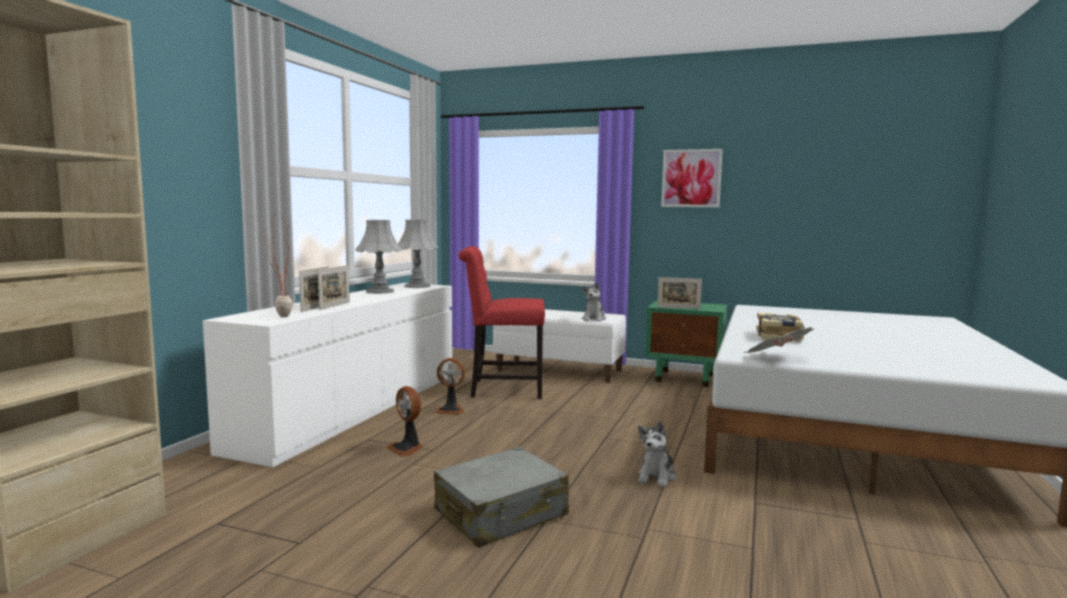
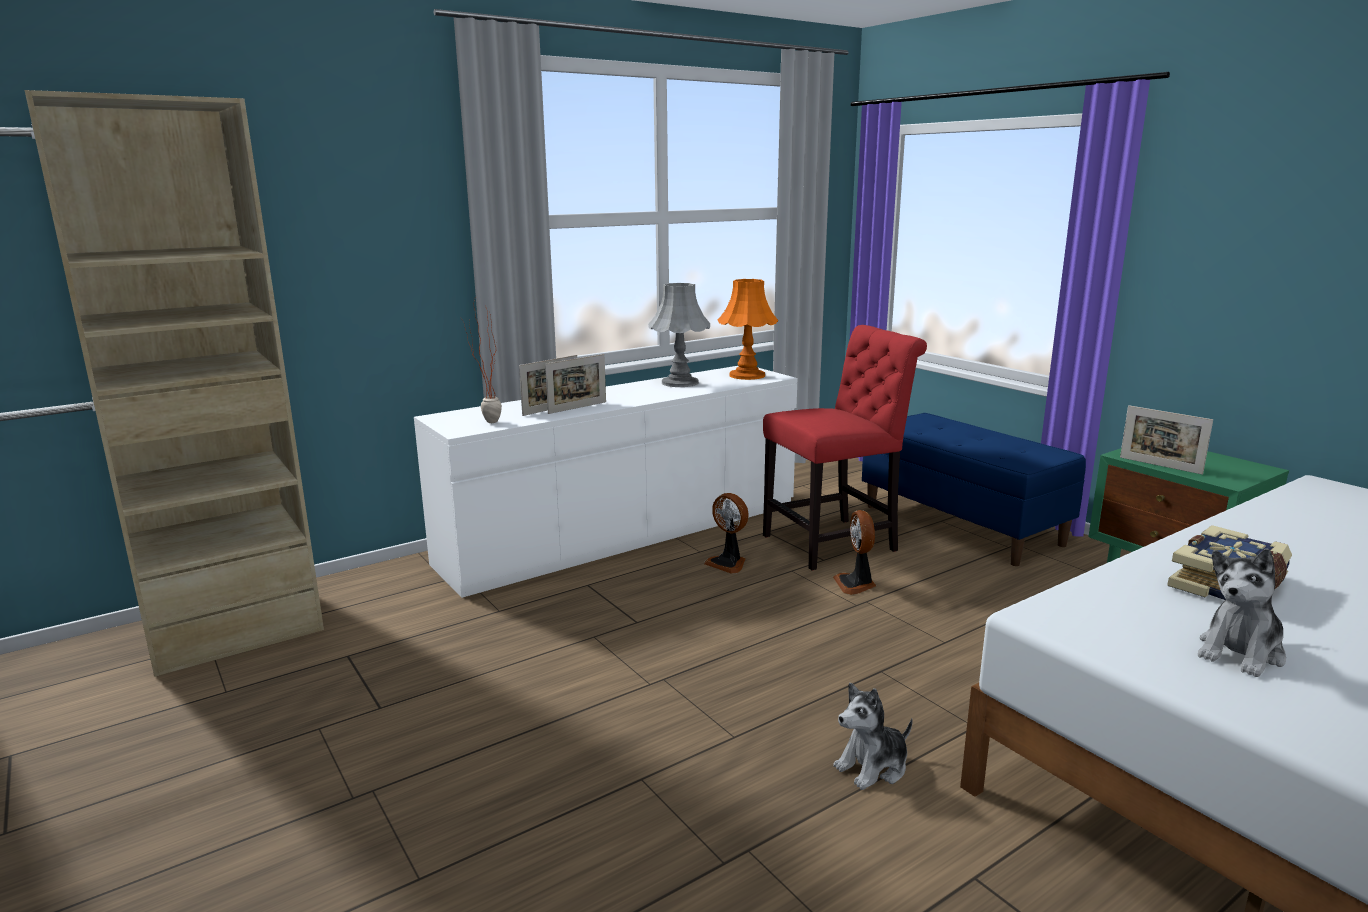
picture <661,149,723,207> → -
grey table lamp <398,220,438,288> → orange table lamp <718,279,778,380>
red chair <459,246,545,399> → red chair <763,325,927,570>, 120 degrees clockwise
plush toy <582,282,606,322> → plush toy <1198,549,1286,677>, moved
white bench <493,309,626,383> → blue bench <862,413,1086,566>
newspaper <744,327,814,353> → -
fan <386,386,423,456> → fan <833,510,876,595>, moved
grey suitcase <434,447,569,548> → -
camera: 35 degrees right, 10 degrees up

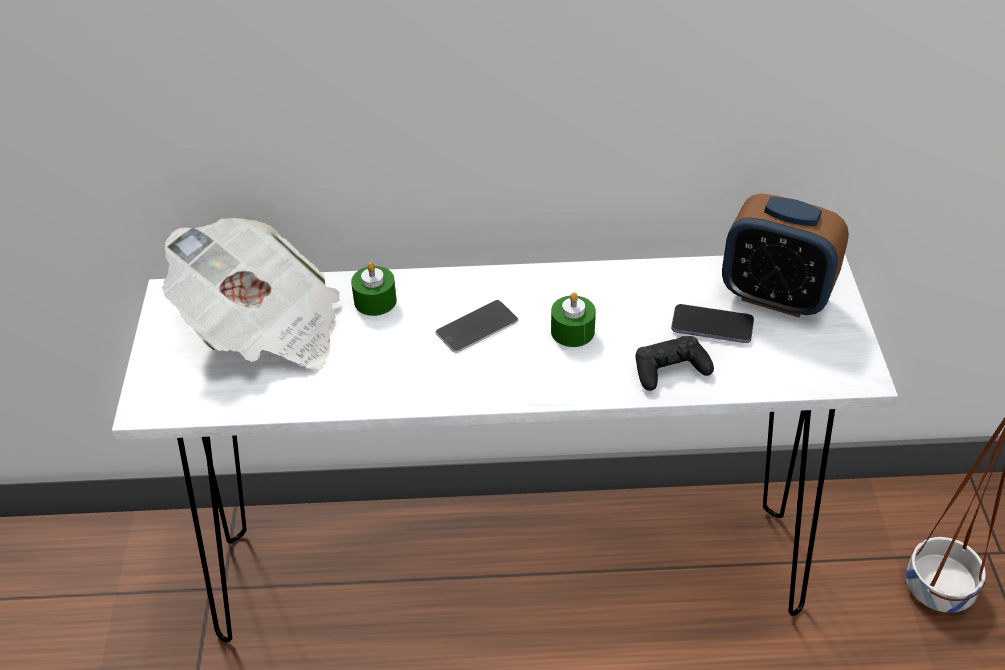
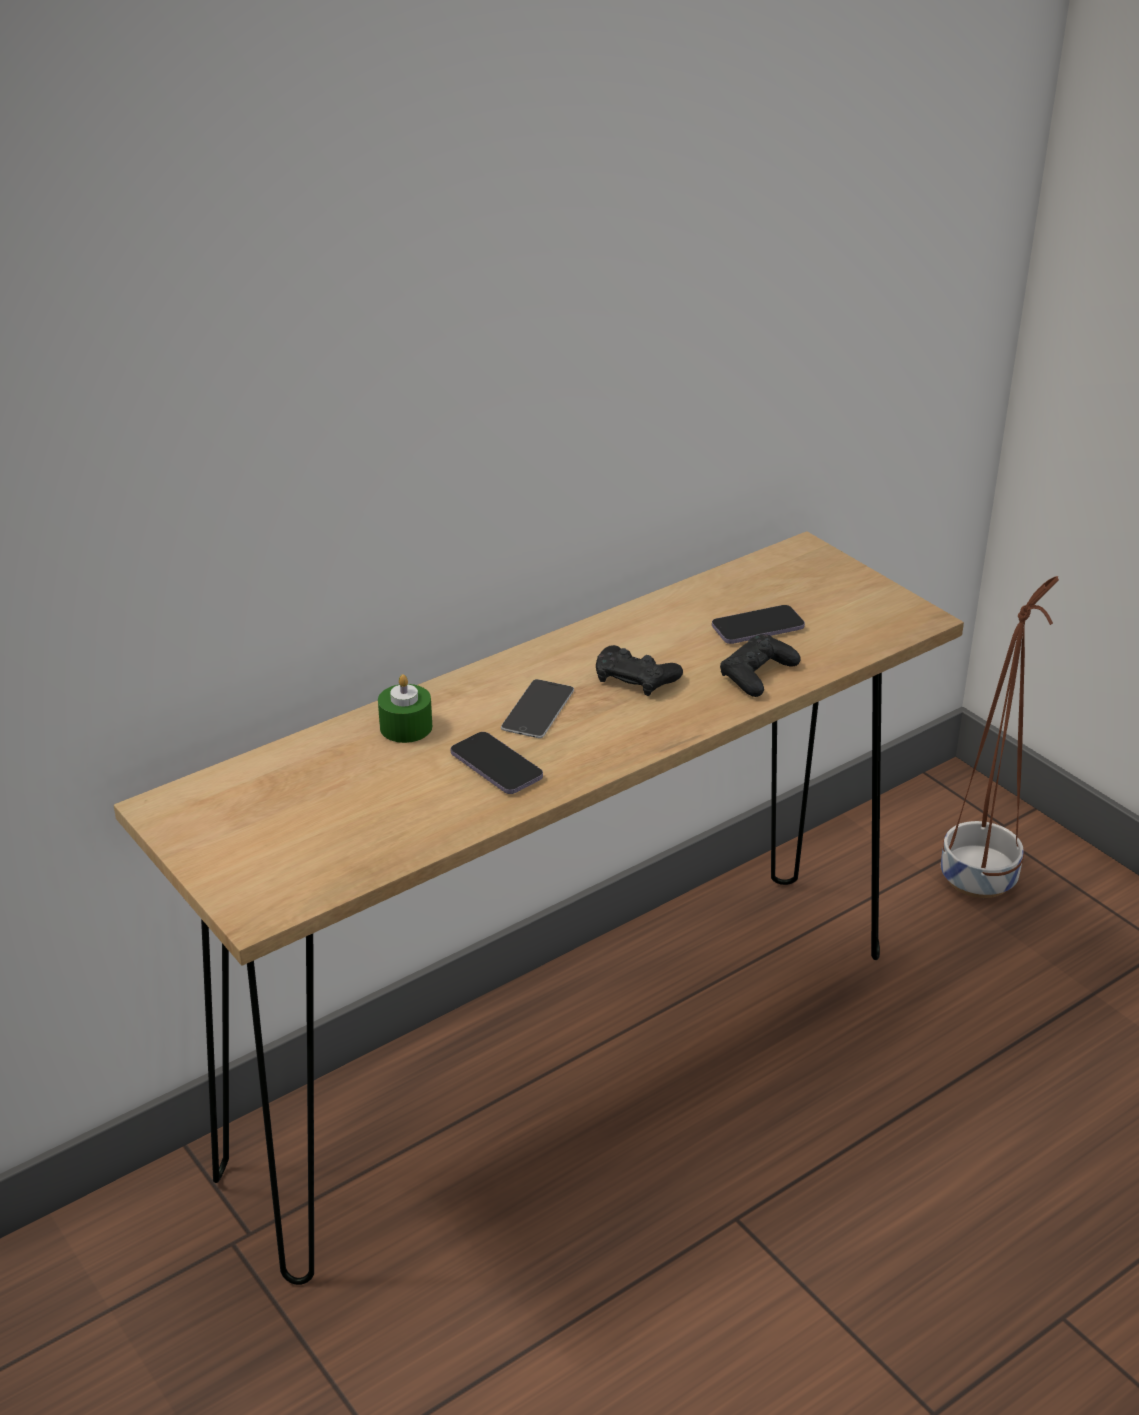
alarm clock <722,193,849,317> → -
newspaper <162,218,340,368> → -
white console table <112,255,898,642> → brown console table <114,531,964,1285>
green candle <551,292,596,347> → black game controller <596,645,683,696>
- → phone <451,732,543,794>
camera: 35 degrees left, 10 degrees down

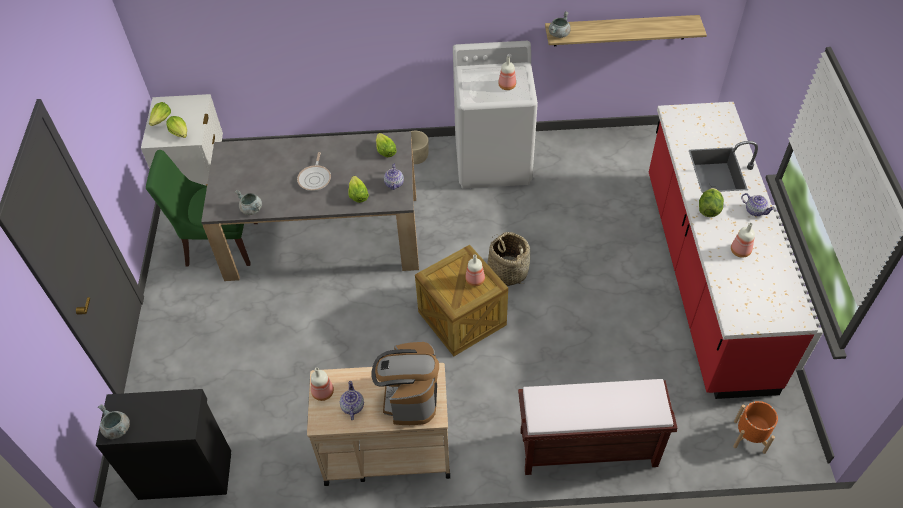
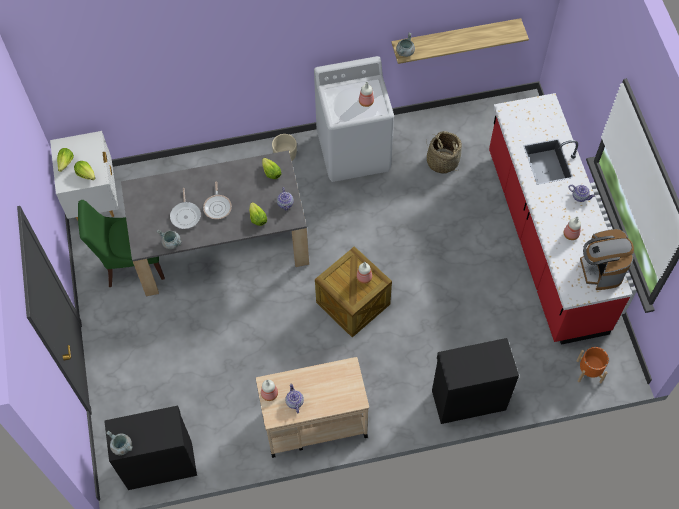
lettuce <699,188,724,217> → -
basket <487,232,530,286> → basket <427,131,462,174>, moved
coffee machine <372,342,439,425> → coffee machine <580,229,634,290>, moved
brown bench <518,379,678,475> → black cabinet <432,338,519,424>
- → frying pan <170,188,201,229>
camera: 10 degrees left, 10 degrees up

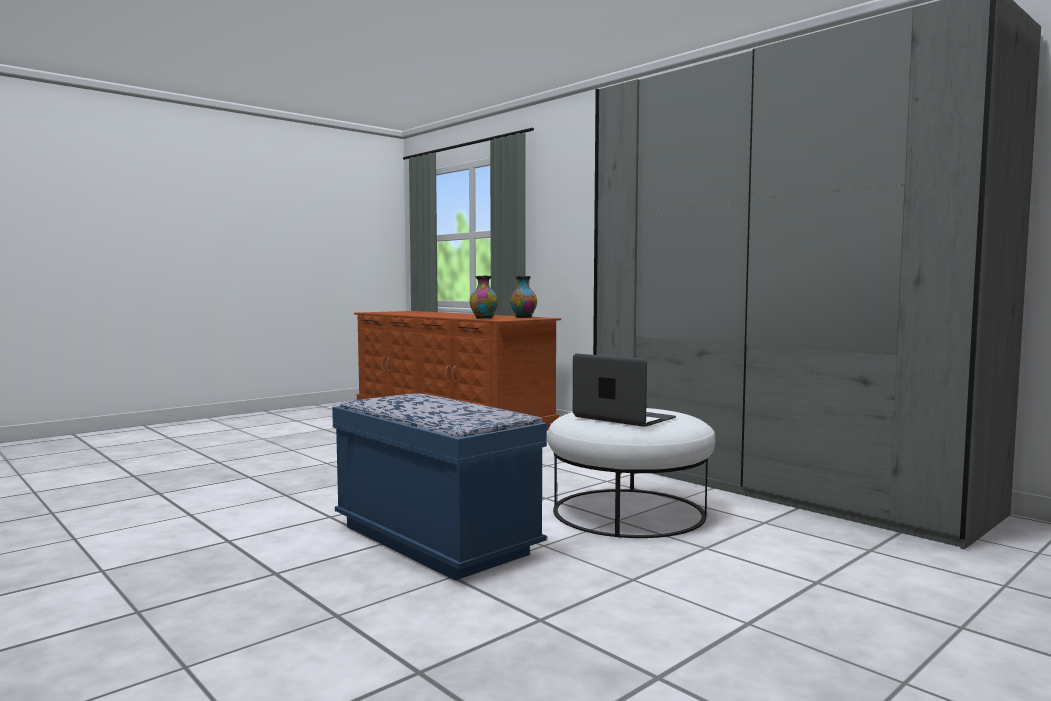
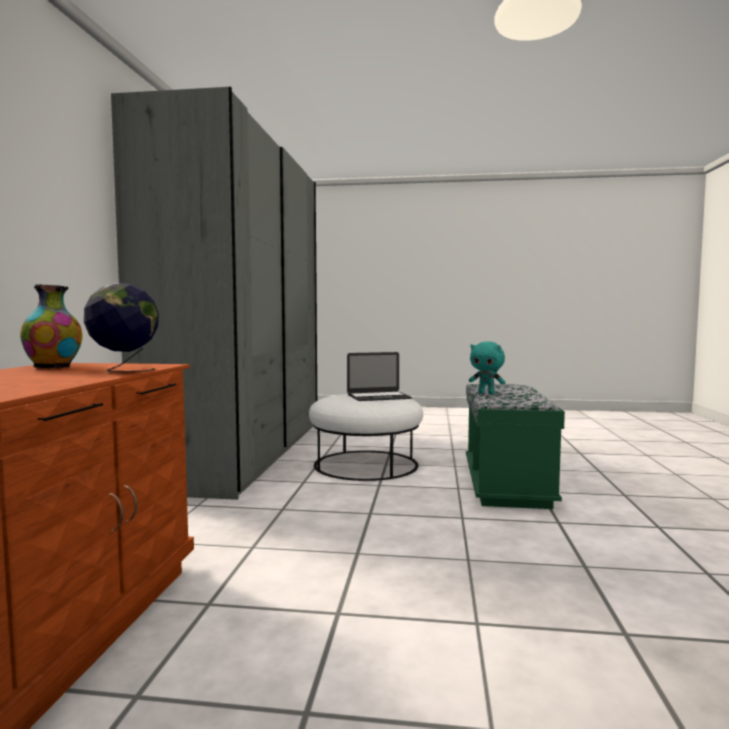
vase <470,276,498,319> → globe <84,283,159,372>
laptop <573,354,676,427> → laptop <347,352,412,401>, 105 degrees counterclockwise
blue bench <332,394,547,580> → green bench <466,384,565,509>
- → turquoise plush toy <469,342,505,395>
camera: 130 degrees left, 0 degrees up

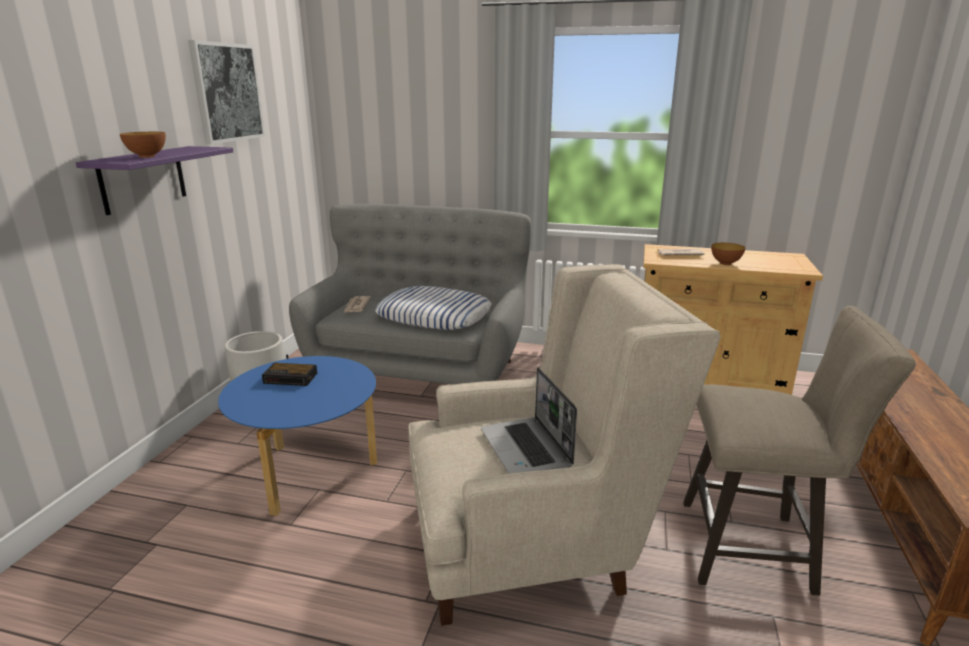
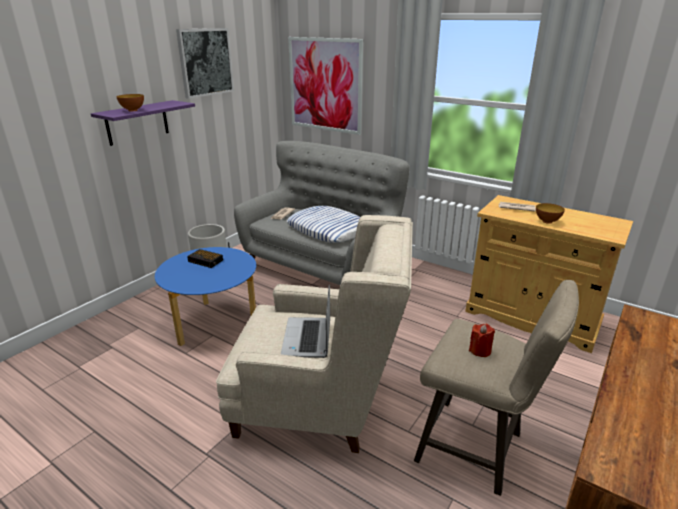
- → picture <288,37,363,135>
- → red candle <469,323,495,357>
camera: 20 degrees right, 5 degrees up

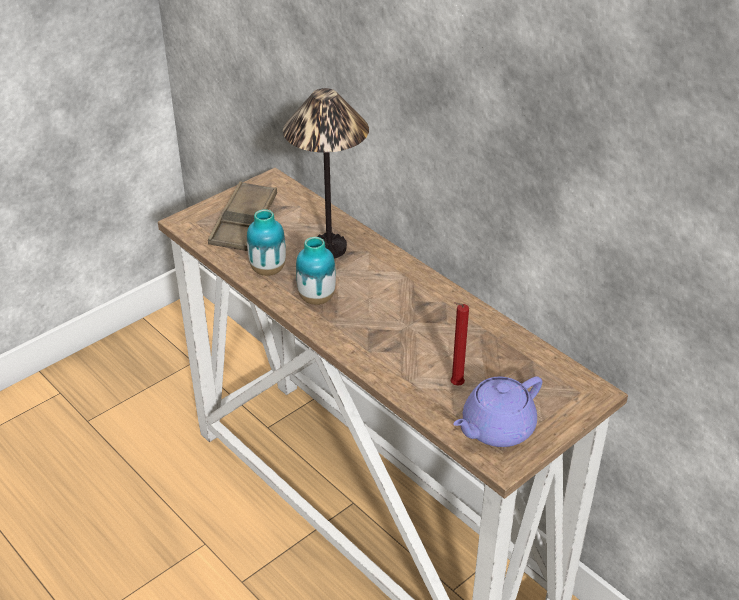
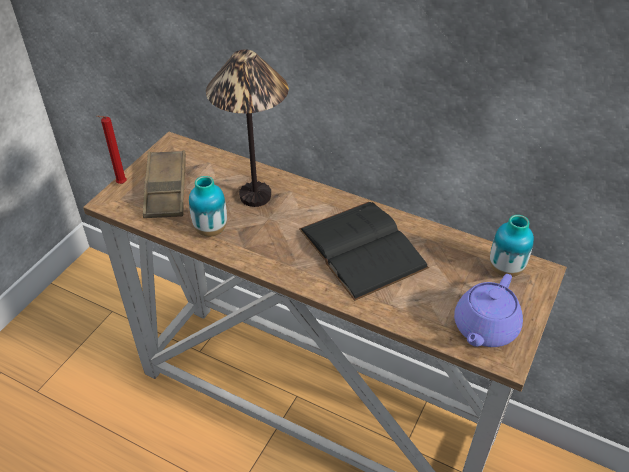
vase <296,237,336,305> → vase <490,215,534,277>, moved
red candle <450,302,469,386> → red candle <96,116,127,184>, moved
- → black book <299,202,429,301>
camera: 20 degrees left, 5 degrees up

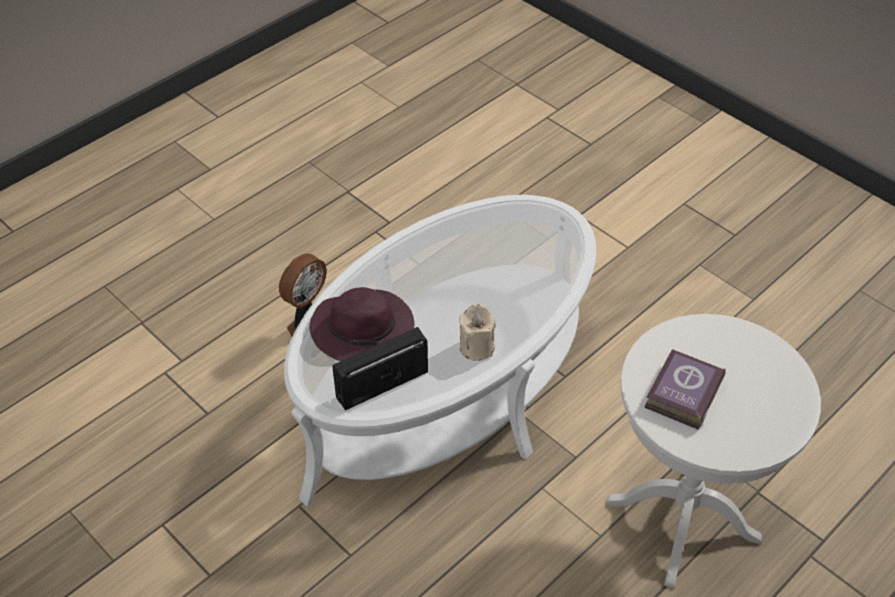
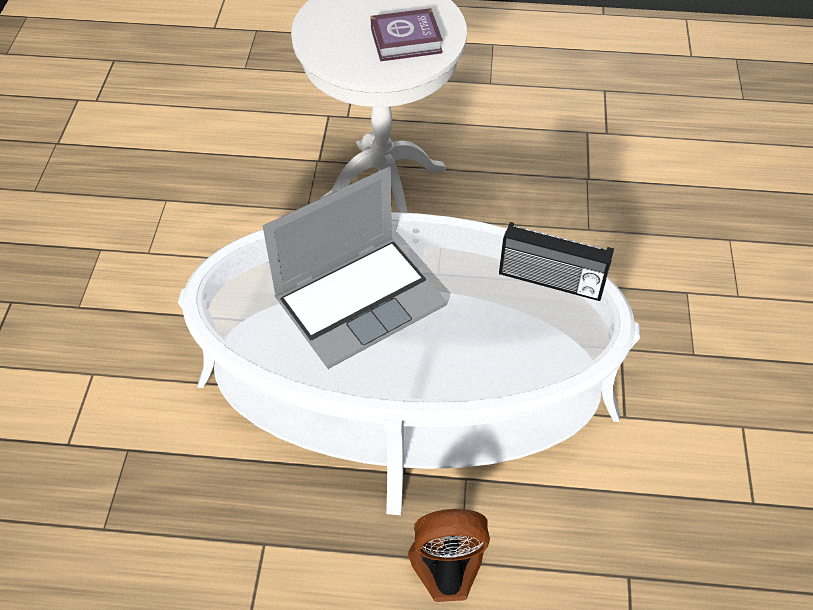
purple hat <309,287,414,361> → -
beige candle <459,304,496,361> → -
- → laptop <263,167,447,369>
camera: 130 degrees left, 5 degrees up

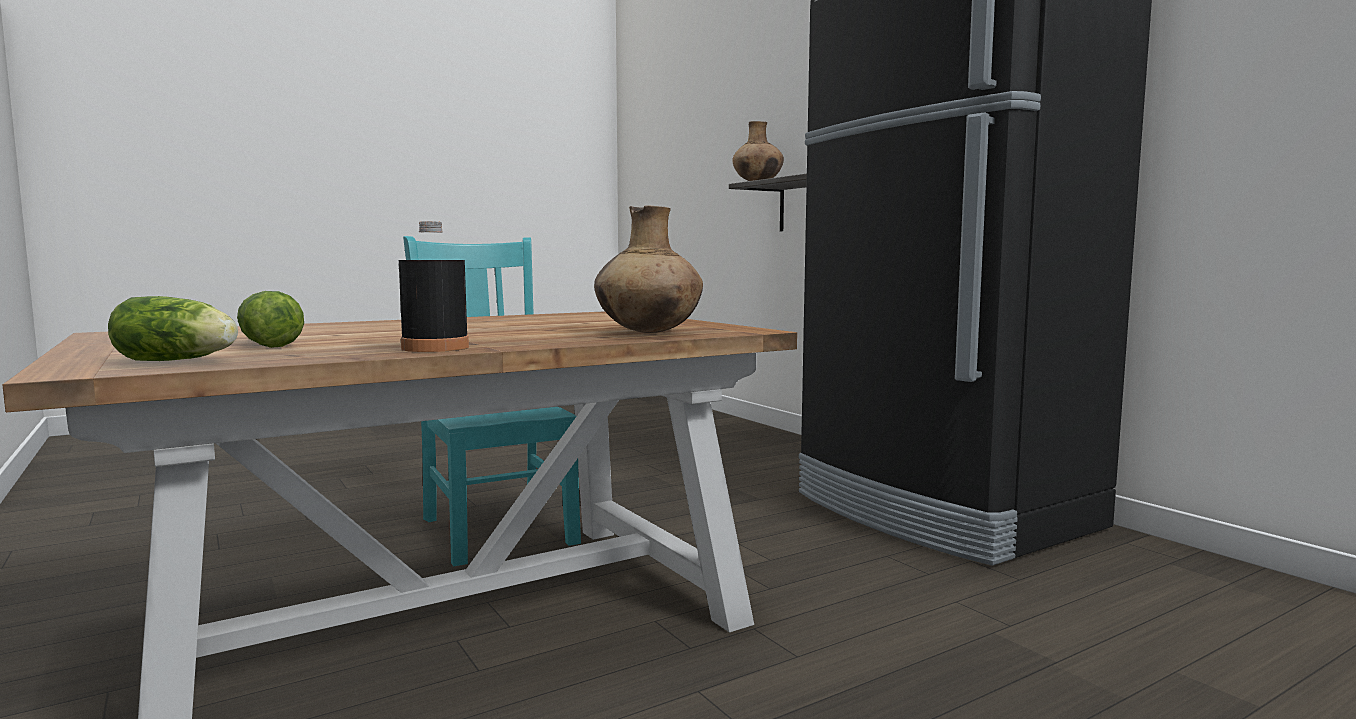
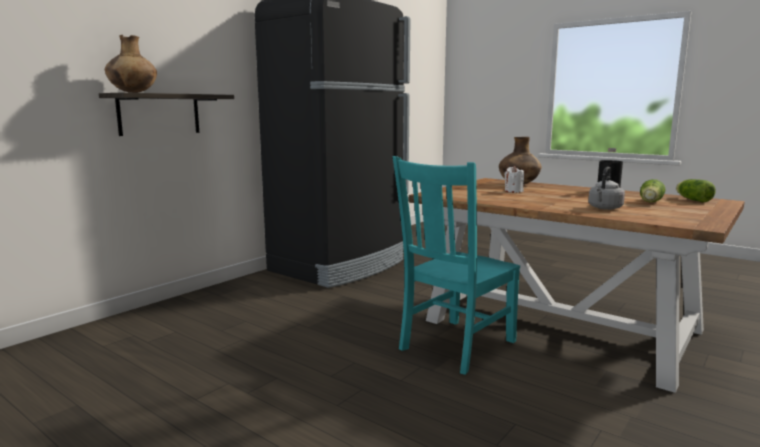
- → white candle <505,166,524,193>
- → grey kettle <588,167,625,210>
camera: 110 degrees left, 5 degrees up

